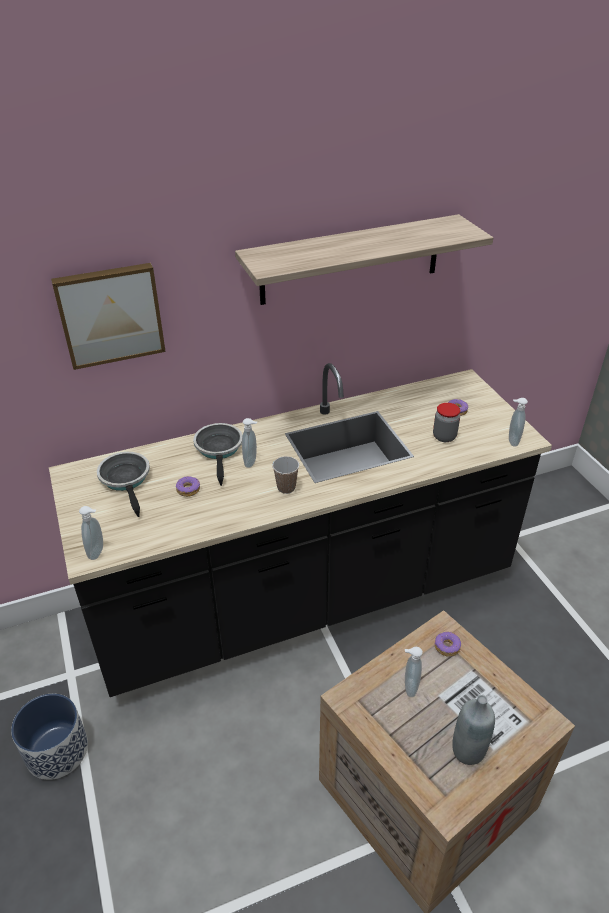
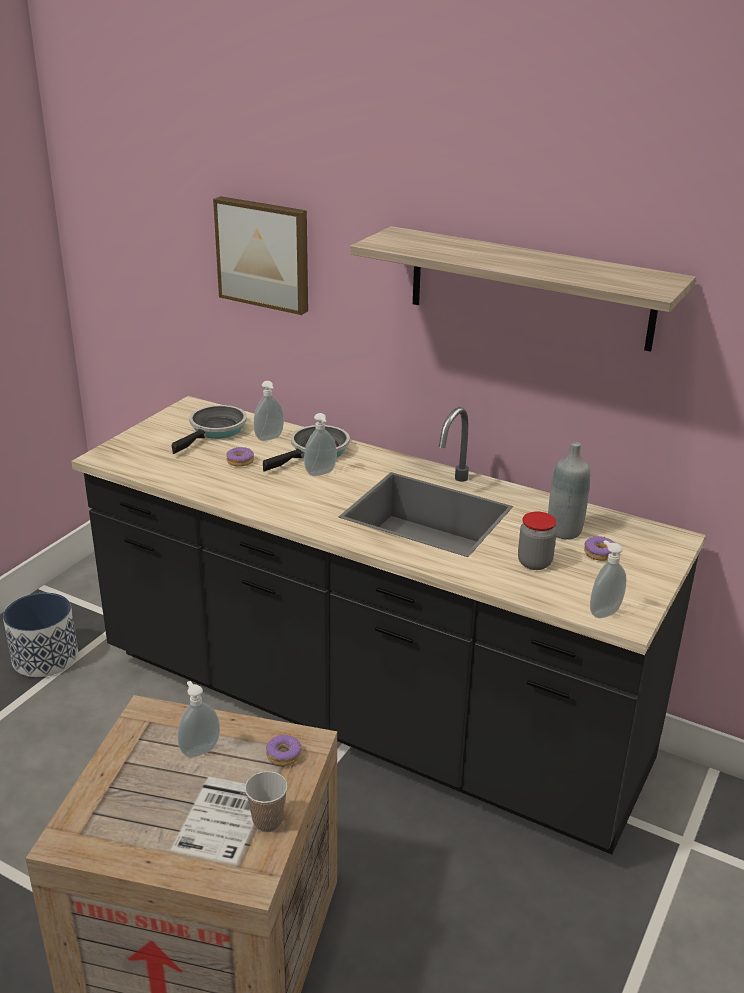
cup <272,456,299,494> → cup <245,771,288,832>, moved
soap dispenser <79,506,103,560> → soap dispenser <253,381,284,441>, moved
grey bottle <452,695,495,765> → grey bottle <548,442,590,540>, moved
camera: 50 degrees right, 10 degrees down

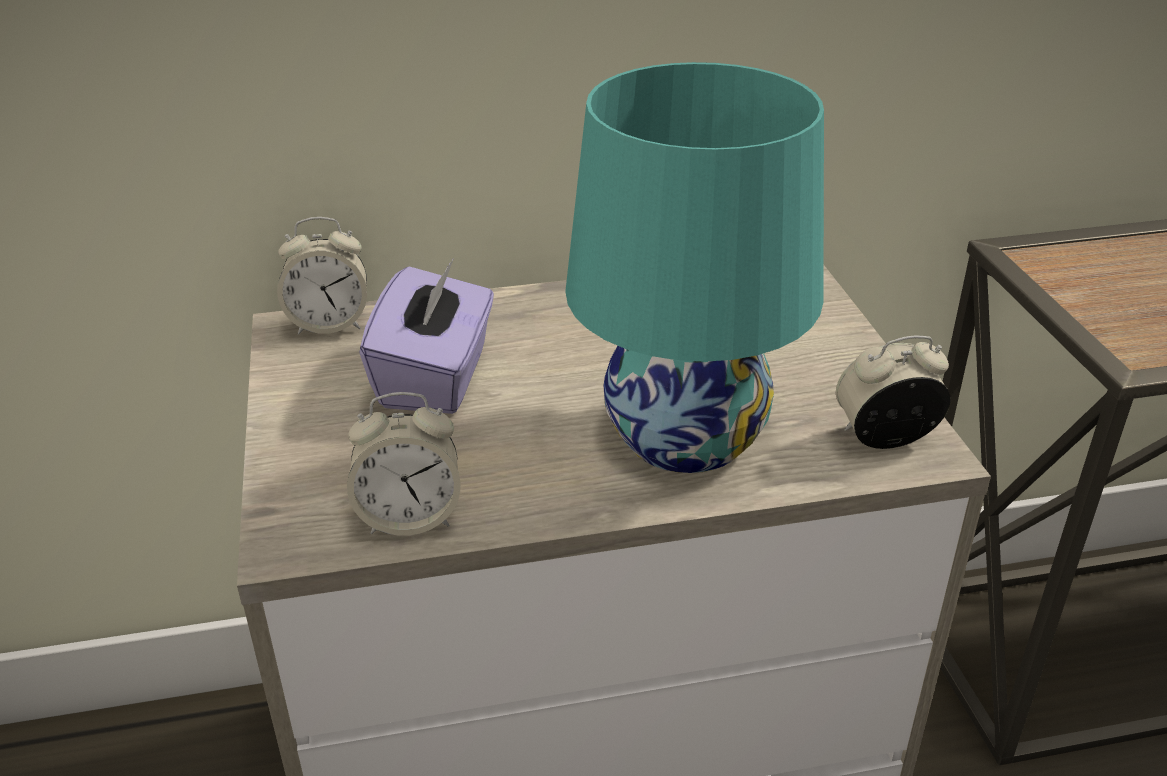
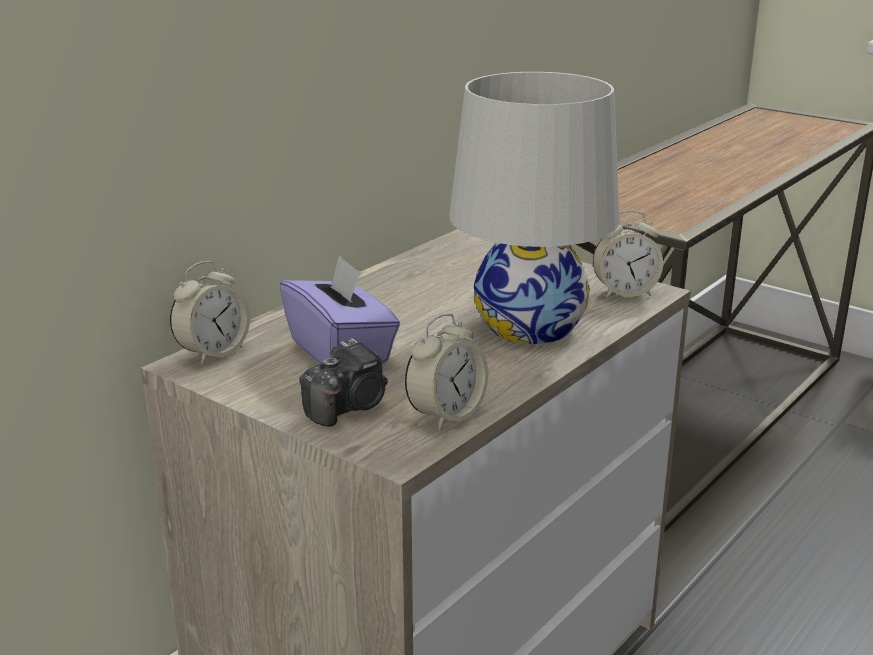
turquoise table lamp <565,62,824,473> → white table lamp <449,72,620,344>
alarm clock <835,335,950,449> → alarm clock <593,210,663,298>, 135 degrees counterclockwise
- → photo camera <299,338,388,427>
camera: 40 degrees left, 10 degrees down

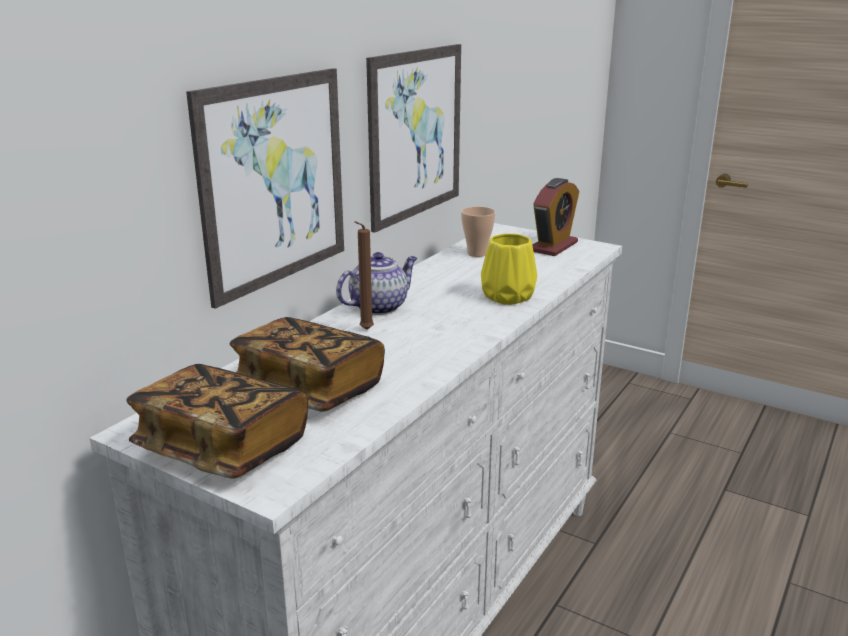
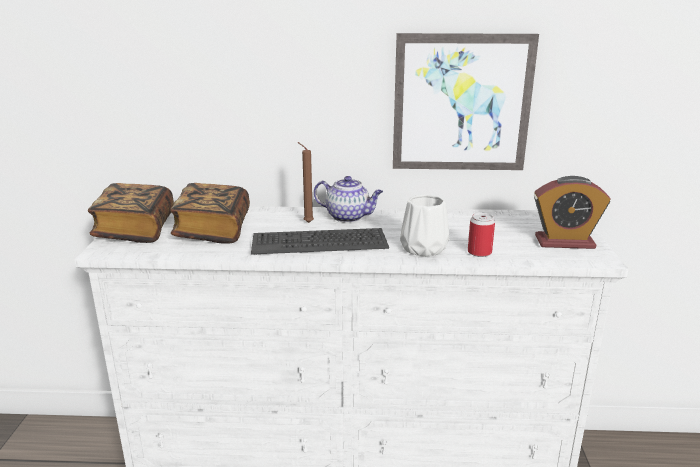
picture <186,68,344,309> → -
cup <461,206,496,257> → -
yellow vase <481,233,537,305> → white vase <400,195,449,257>
- → can <468,213,495,257>
- → keyboard <251,228,389,255>
camera: 60 degrees right, 0 degrees up

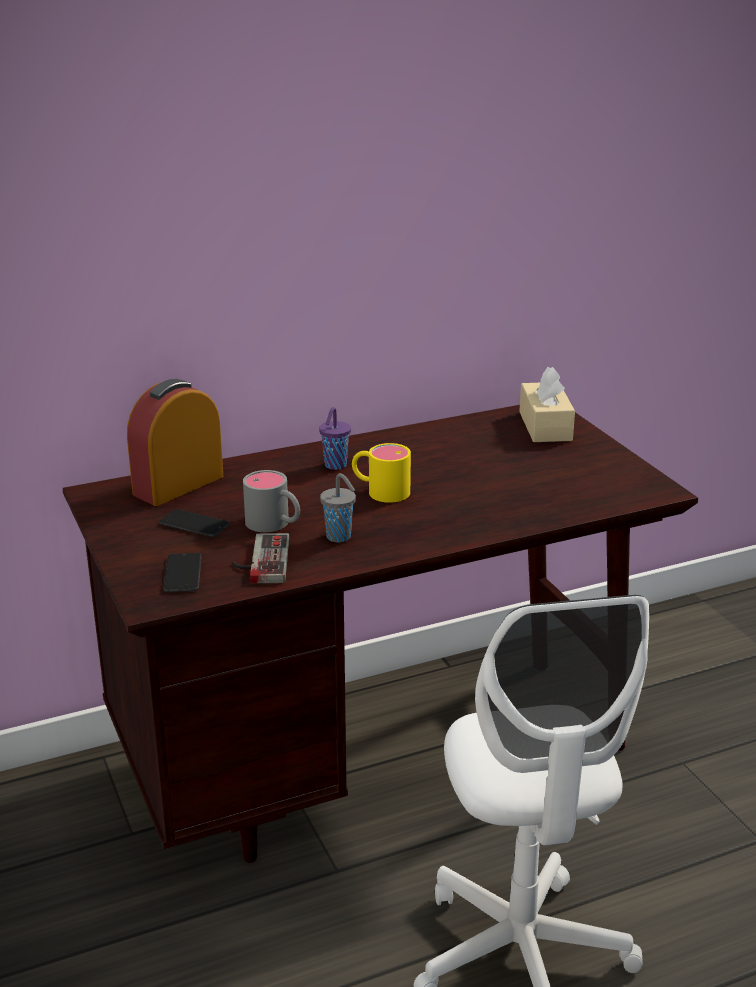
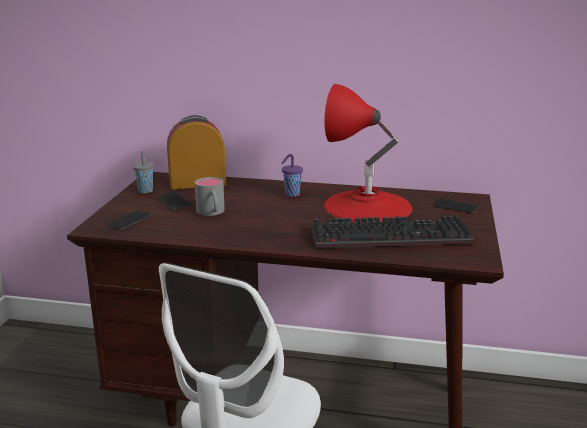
beige tissue box <519,367,575,442> → phone <434,198,479,213>
yellow mug <352,443,411,503> → -
grey cup <320,473,356,542> → grey cup <133,151,154,193>, moved
game controller <232,533,289,583> → -
- → red table lamp <324,84,412,222>
- → keyboard <311,215,474,249>
camera: 35 degrees right, 5 degrees down

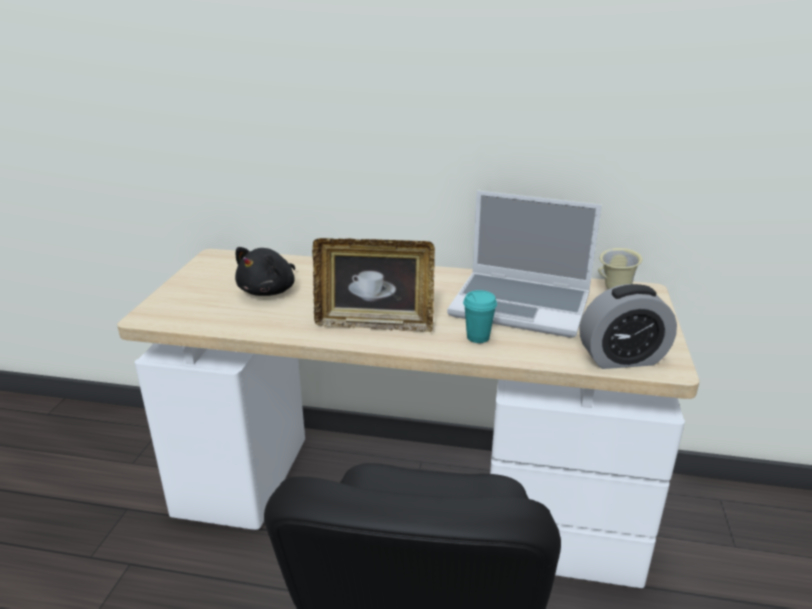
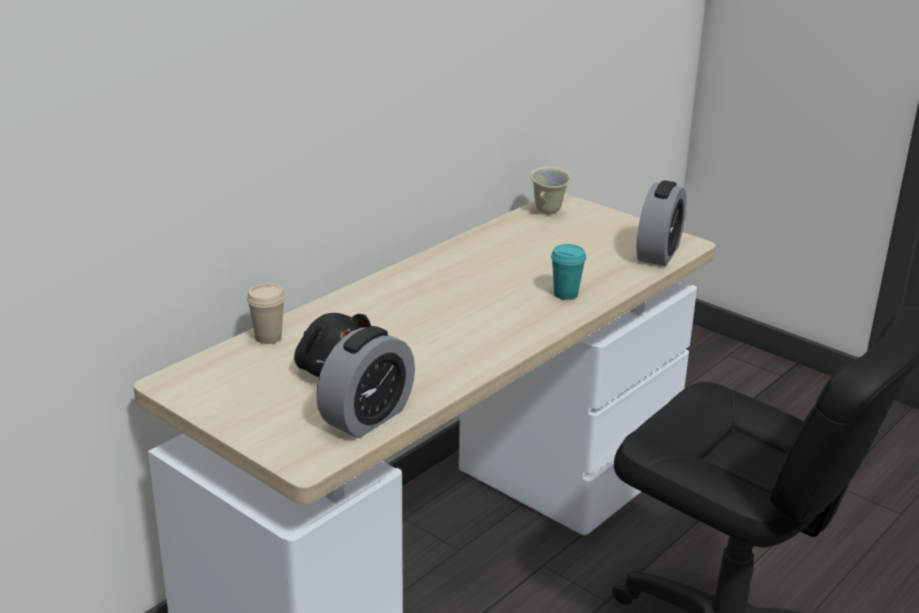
laptop <447,190,602,338> → -
picture frame <312,238,435,332> → -
- → beige cup <247,284,285,344>
- → alarm clock <316,326,415,438>
camera: 60 degrees left, 0 degrees up

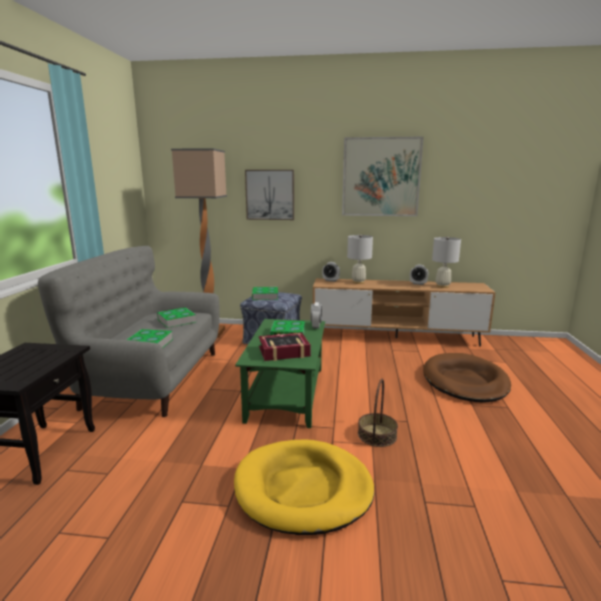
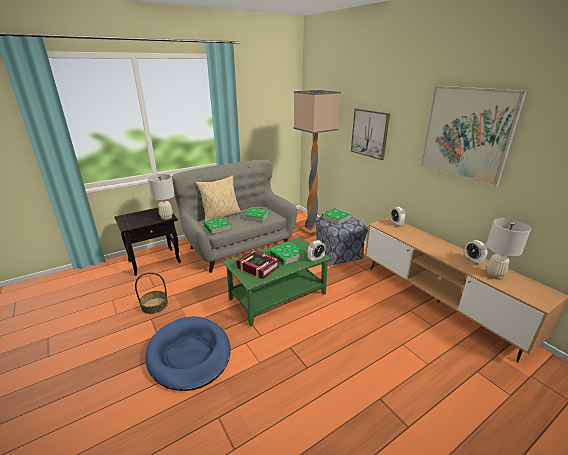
white table lamp <347,234,373,284> → white table lamp <148,174,175,220>, moved
brown dog bed <423,353,511,402> → -
basket <358,379,398,447> → basket <135,272,168,314>, moved
yellow dog bed <234,440,374,535> → blue dog bed <145,316,230,391>
- → beige pillow <196,175,241,221>
camera: 50 degrees right, 10 degrees up

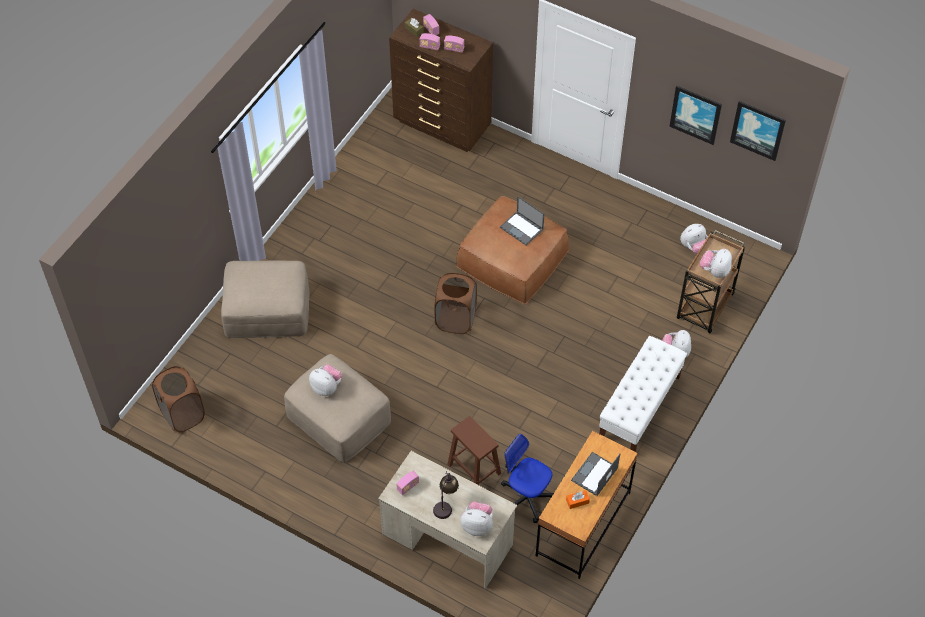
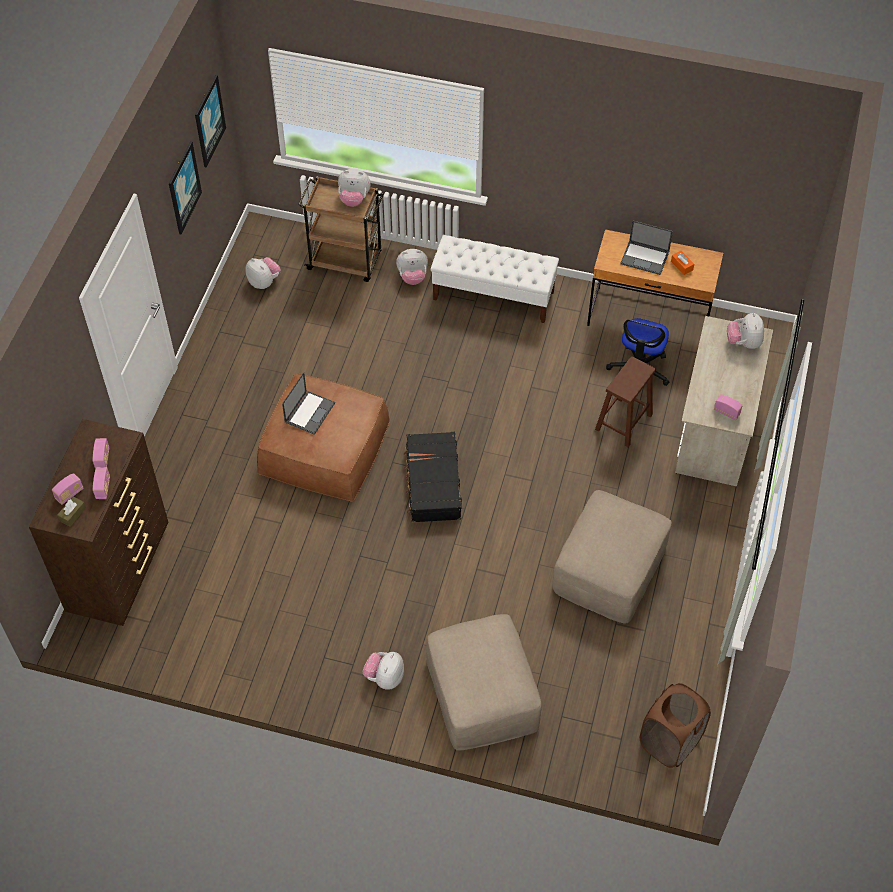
brown laundry basket <434,273,477,334> → black suitcase <403,432,462,522>
plush toy <309,364,342,396> → plush toy <363,652,404,690>, moved
table lamp <433,471,459,519> → -
camera: 105 degrees left, 0 degrees up

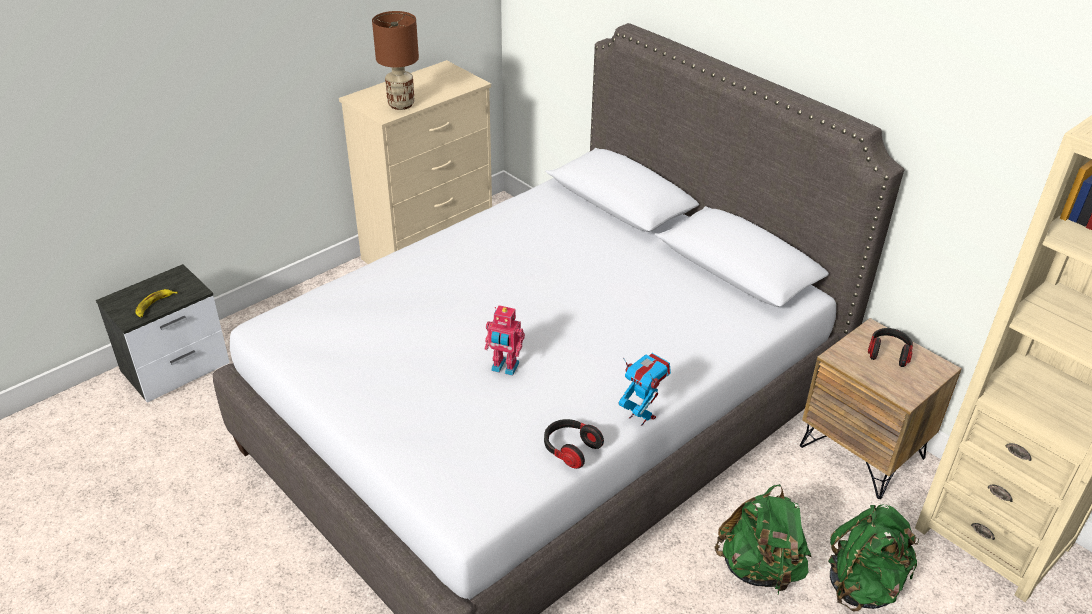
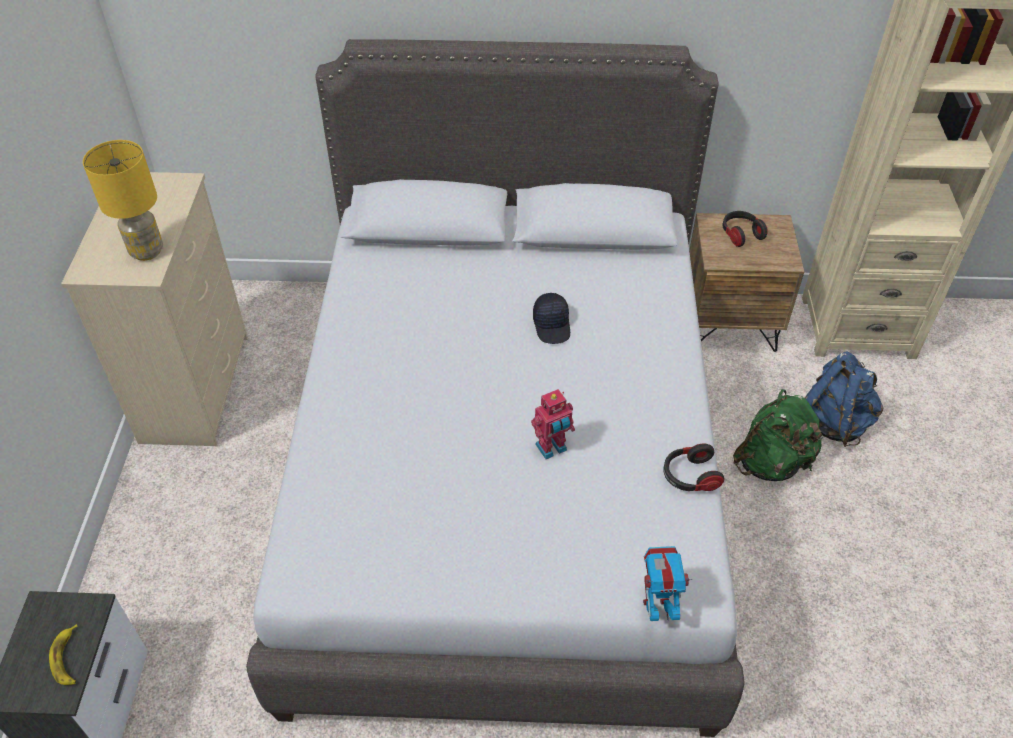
brown table lamp <372,11,419,110> → yellow table lamp <83,140,163,261>
toy robot <619,353,671,426> → toy robot <643,546,692,621>, moved
green backpack <828,504,919,611> → blue backpack <805,351,883,447>
- → black cap <533,293,570,344>
camera: 45 degrees left, 10 degrees up

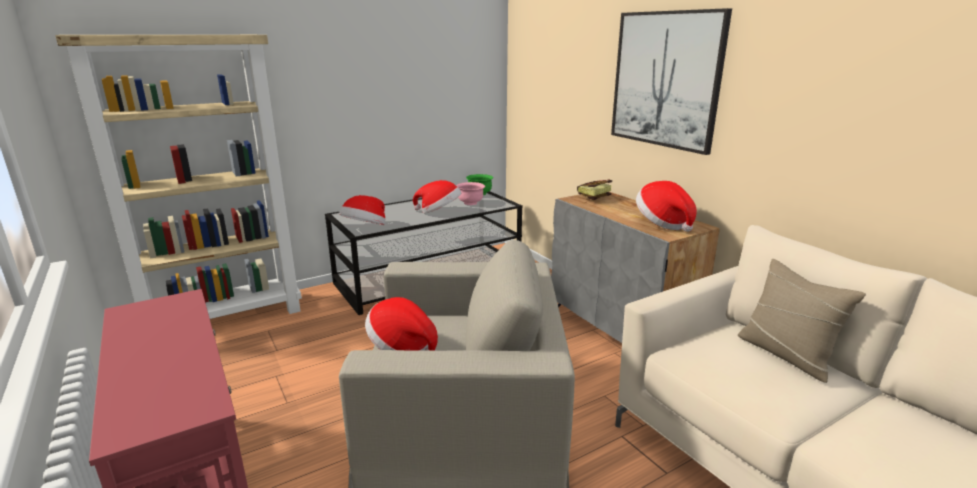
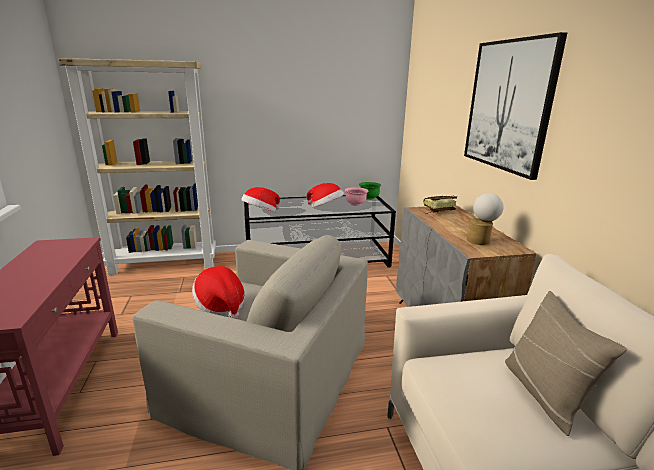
hat <636,181,697,232> → table lamp <467,193,504,245>
camera: 20 degrees right, 0 degrees up

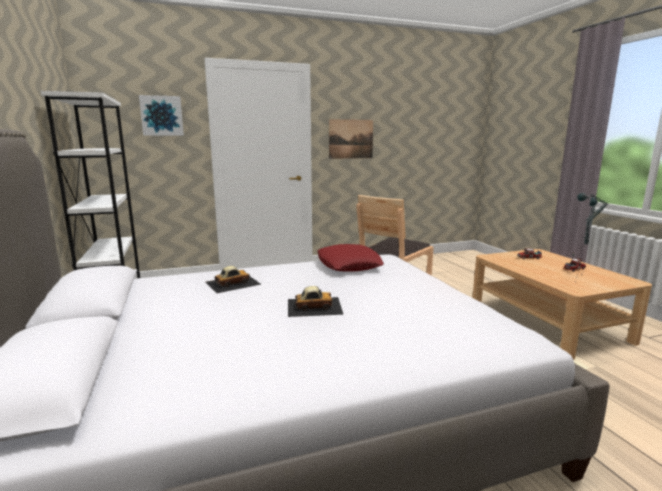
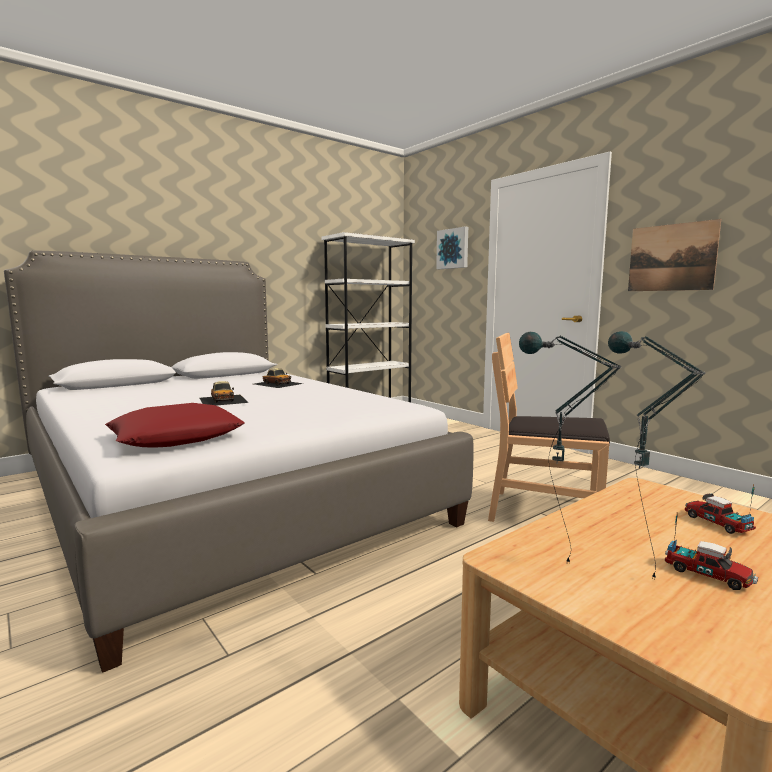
red pillow <317,244,384,272> → red pillow <105,403,245,447>, moved
camera: 70 degrees right, 5 degrees down

